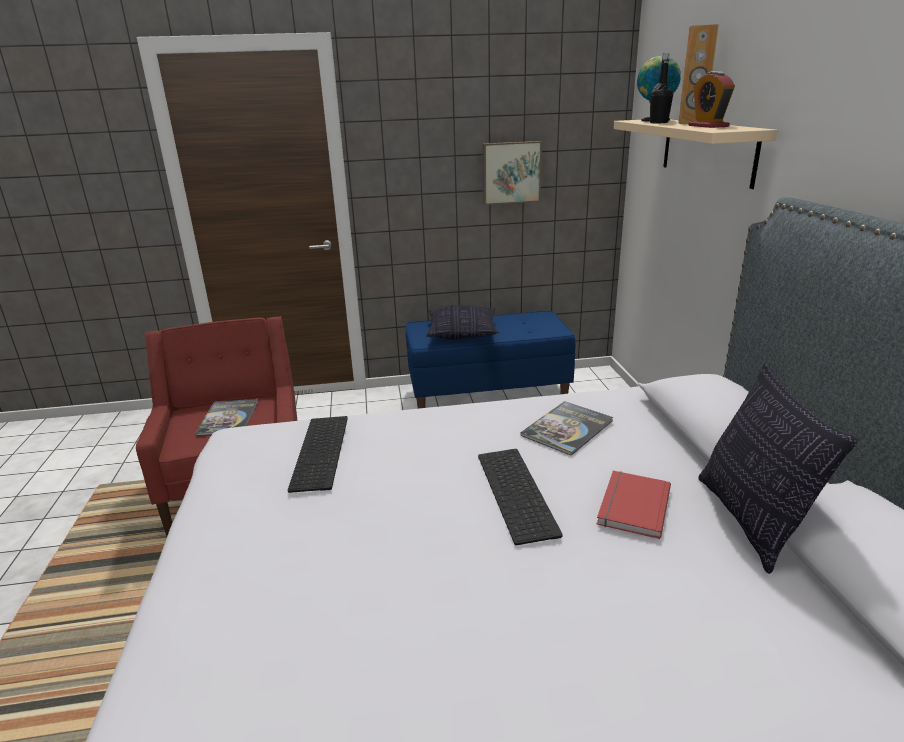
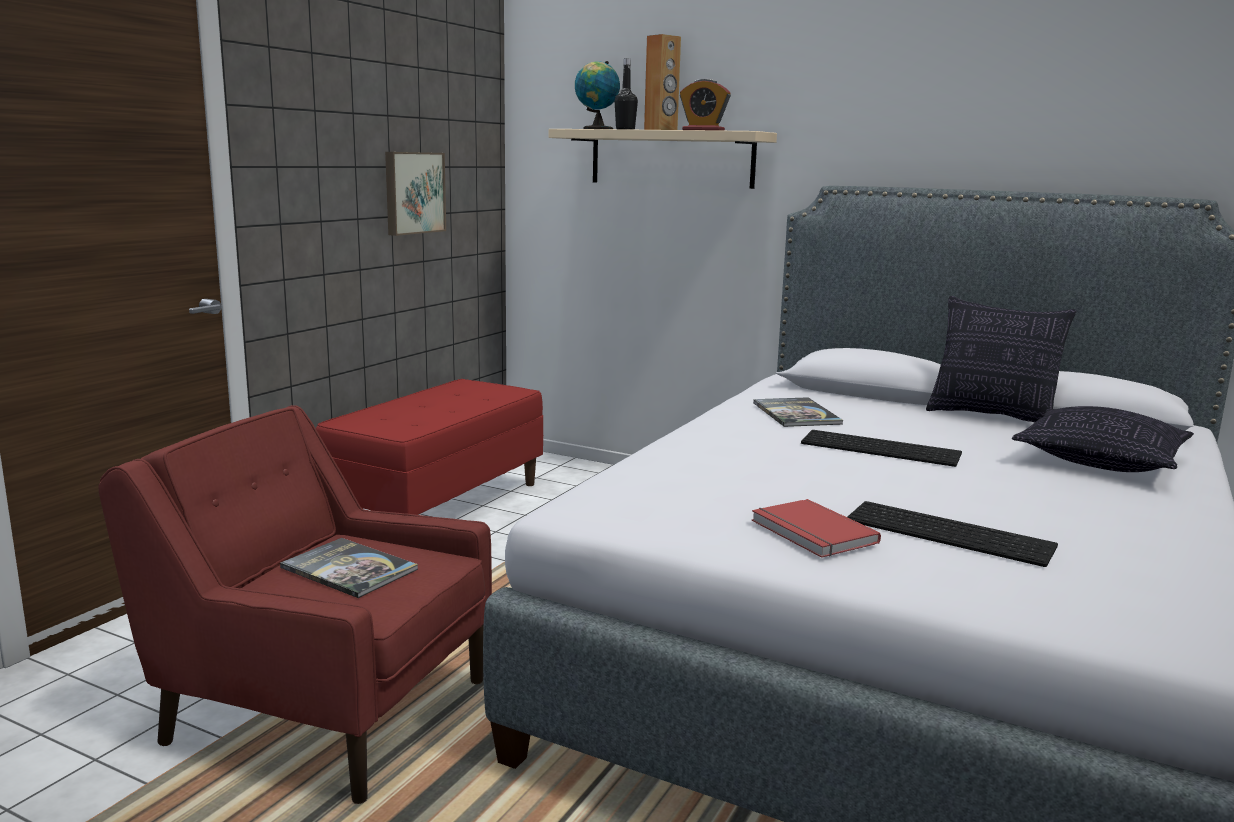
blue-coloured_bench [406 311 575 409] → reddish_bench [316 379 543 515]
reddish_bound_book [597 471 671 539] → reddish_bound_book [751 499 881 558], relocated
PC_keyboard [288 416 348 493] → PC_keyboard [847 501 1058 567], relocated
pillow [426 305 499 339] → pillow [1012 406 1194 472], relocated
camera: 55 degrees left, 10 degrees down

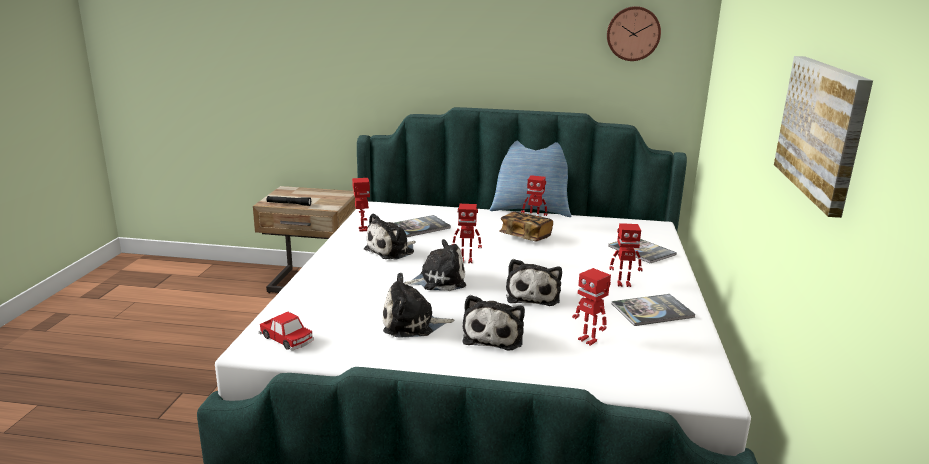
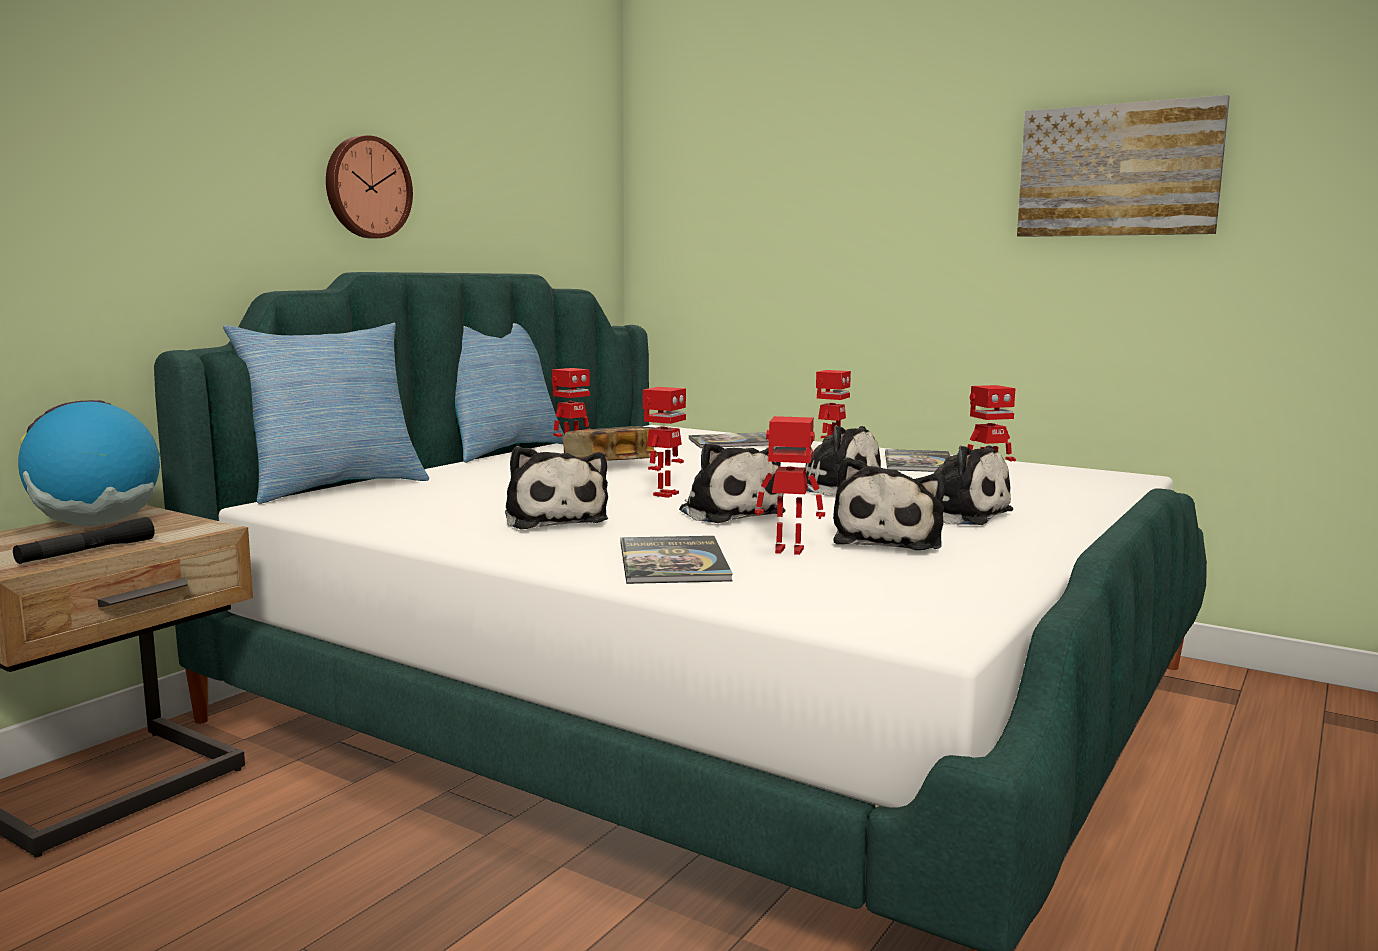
- → globe [18 400 160 526]
- → pillow [223 323 429 504]
wall_clock [607 6 661 61] → wall_clock [326 135 413 238], relocated
bound_book [394 215 451 237] → bound_book [621 536 733 584], relocated
soft_toy [404 239 466 291] → soft_toy [679 443 786 523], 135 degrees clockwise
robot_figure [352 178 370 231] → robot_figure [755 416 825 555], relocated
toy_car [259 311 314 351] → -
camera: 65 degrees left, 10 degrees down

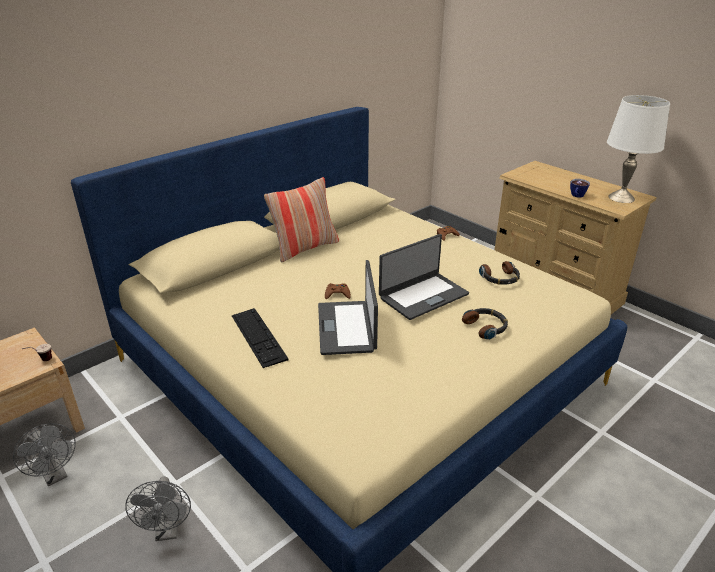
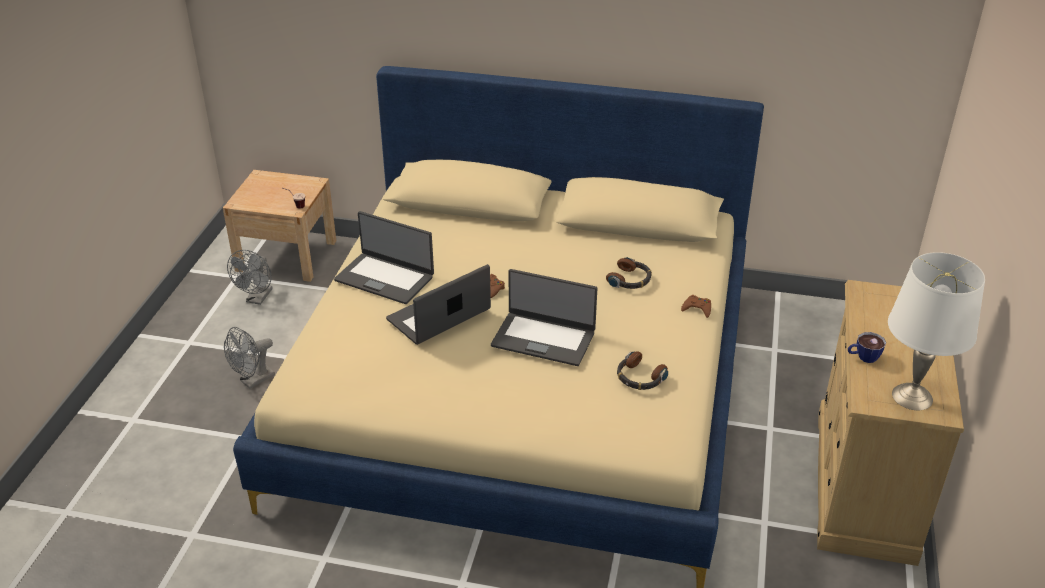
PC_keyboard [232 308 289 368] → notebook_computer [334 211 434 304]
pair_of_headphones [462 308 508 340] → pair_of_headphones [606 257 652 289], relocated
pillow [264 177 339 262] → -
camera: 55 degrees right, 5 degrees up

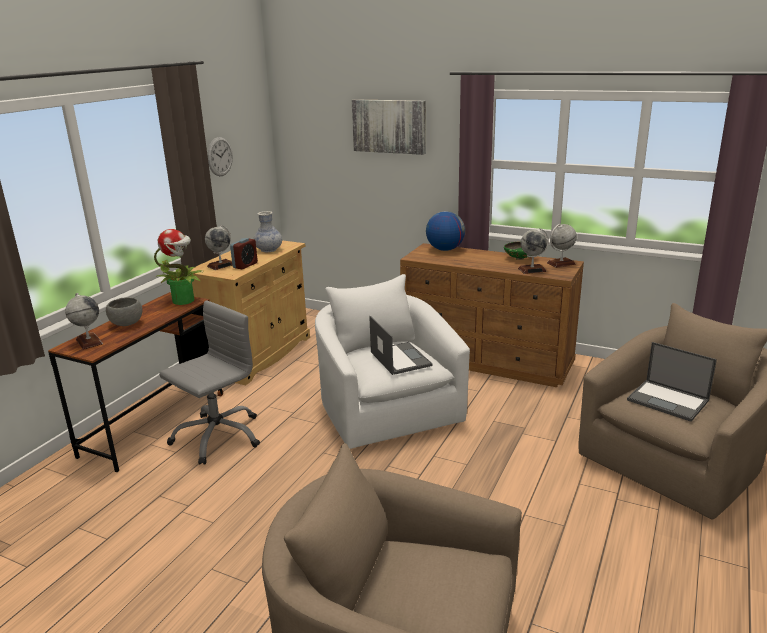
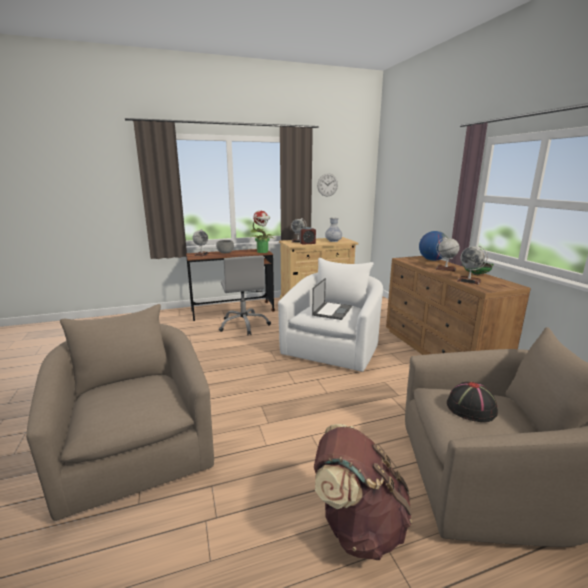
greyish_desk_chair [159 300 260 465] → greyish_desk_chair [219 256 271 335], 75 degrees clockwise
- → brown_rucksack [314 424 412 560]
globe [547 224 577 268] → globe [436 237 460 272], relocated
notebook_computer [627 342 717 422] → black-coloured_clothing_hat [447 382 498 422]
picture [352 99 426 155] → -
camera: 45 degrees right, 5 degrees down

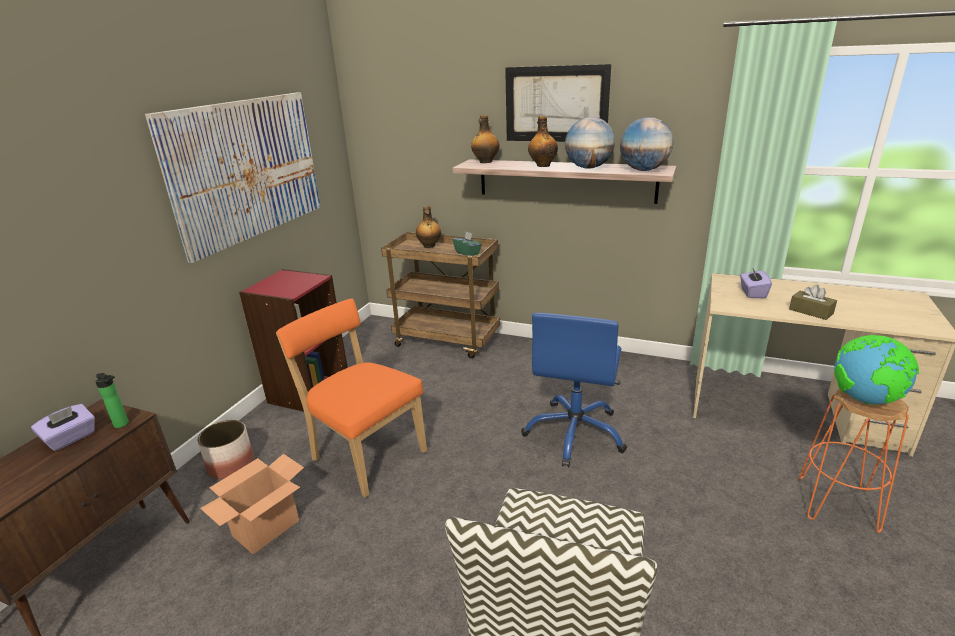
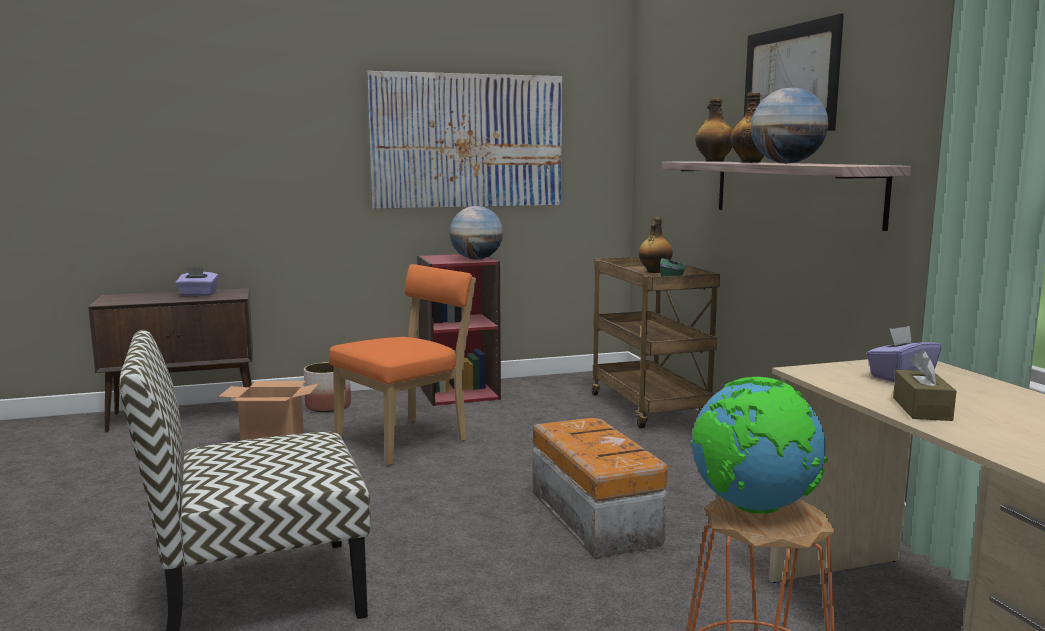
orange-coloured_upright_chair [276 299 427 497] → orange-coloured_upright_chair [329 264 476 465], 45 degrees clockwise
globe [620 117 673 171] → globe [450 206 503 259], relocated
blue-coloured_desk_chair [521 313 627 467] → storage_box [533 418 668 559]
drink_bottle [95 373 129 428] → -
camera: 50 degrees right, 15 degrees down

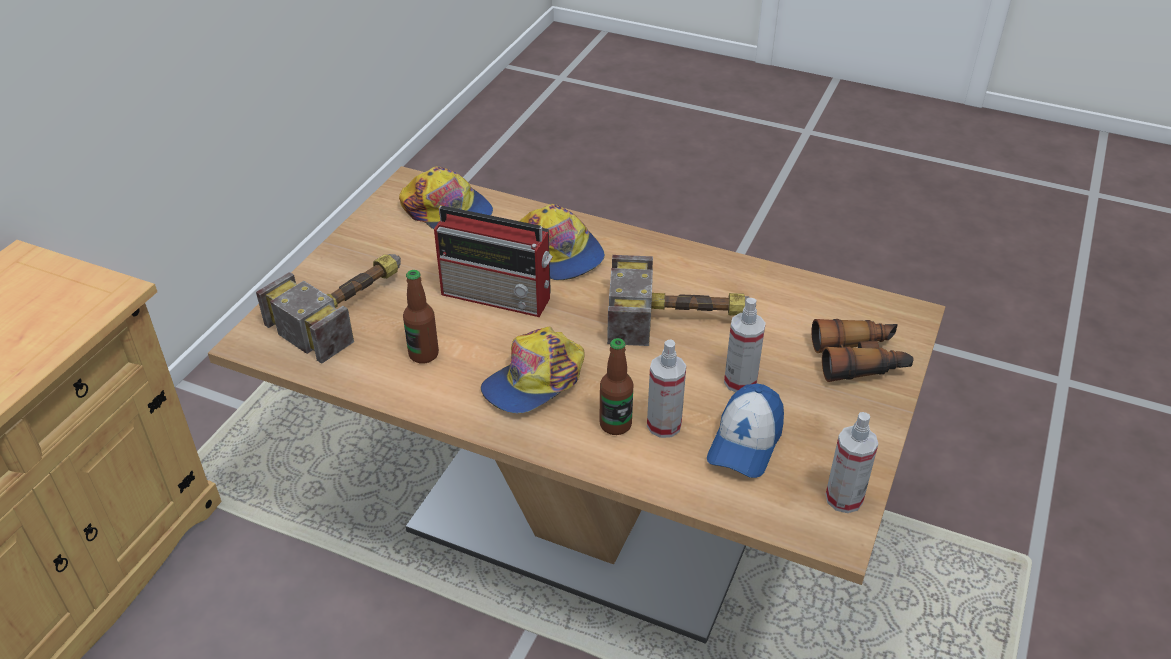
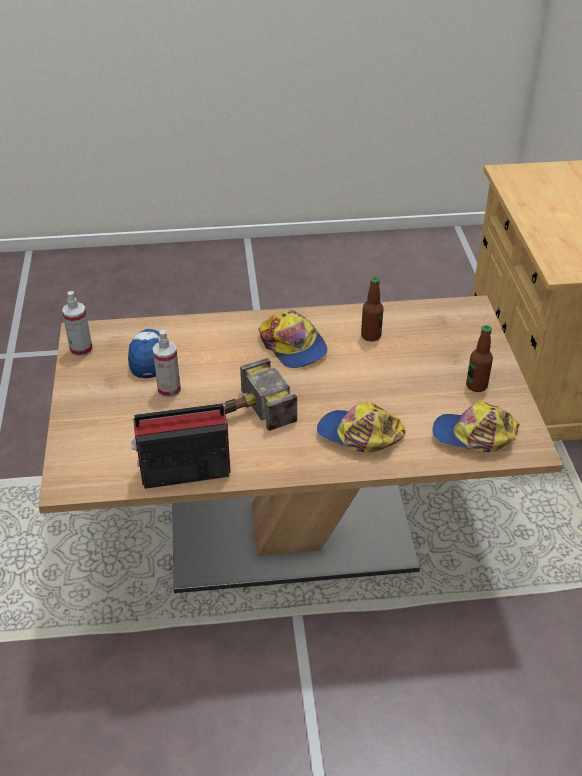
radio [434 206 553 317] → radio [131 403 231 489], relocated
cap [481 327 584 413] → cap [259 309 328 368], 135 degrees clockwise
drink_bottle [599 338 634 435] → drink_bottle [466 325 493 392], relocated
hammer [256 254 401 364] → -
sprayer [647 339 686 438] → -
field_glasses [812 319 914 382] → -
camera: 150 degrees right, 0 degrees up

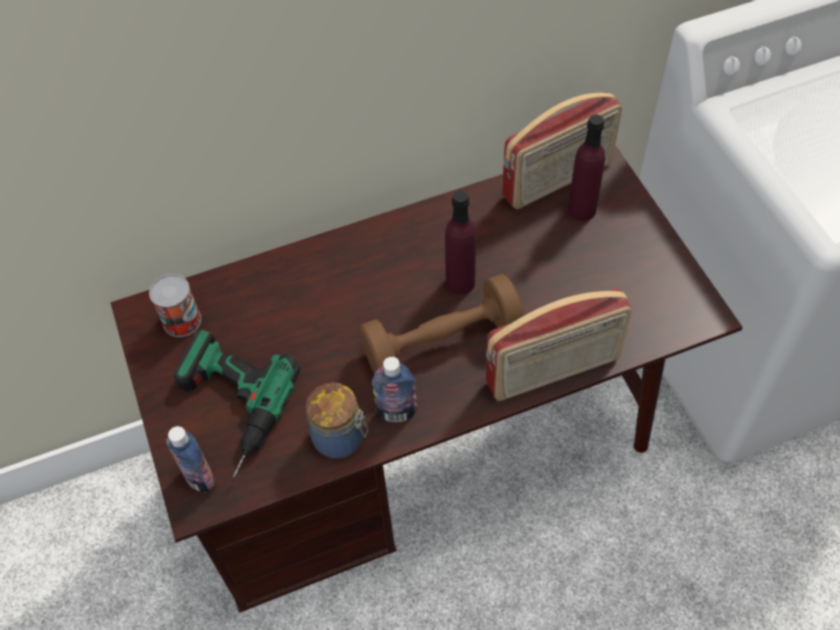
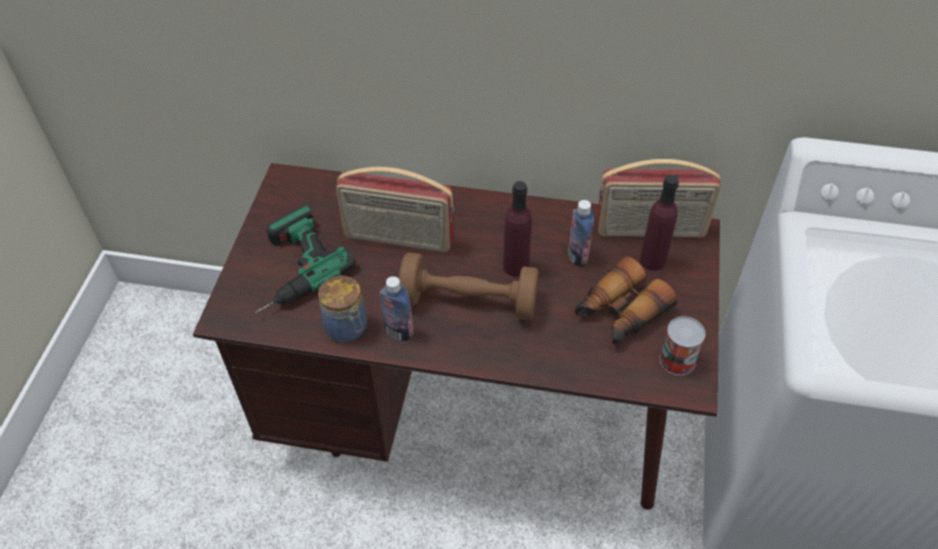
radio [486 288 632 401] → radio [336 167 454 252], relocated
drink_bottle [166 426 216 492] → drink_bottle [568 200 594 267], relocated
- → field_glasses [575 256 677 344]
sealed_can [149 274 201 337] → sealed_can [659 316 705 375], relocated
camera: 30 degrees right, 5 degrees down

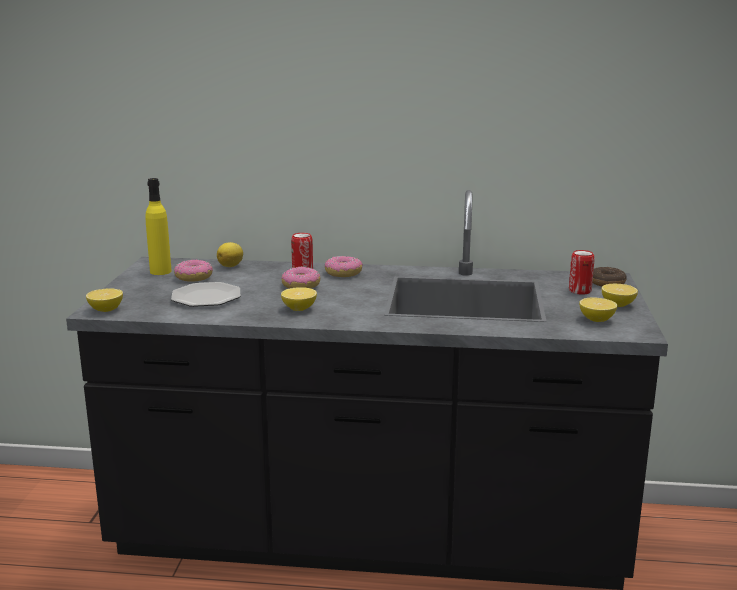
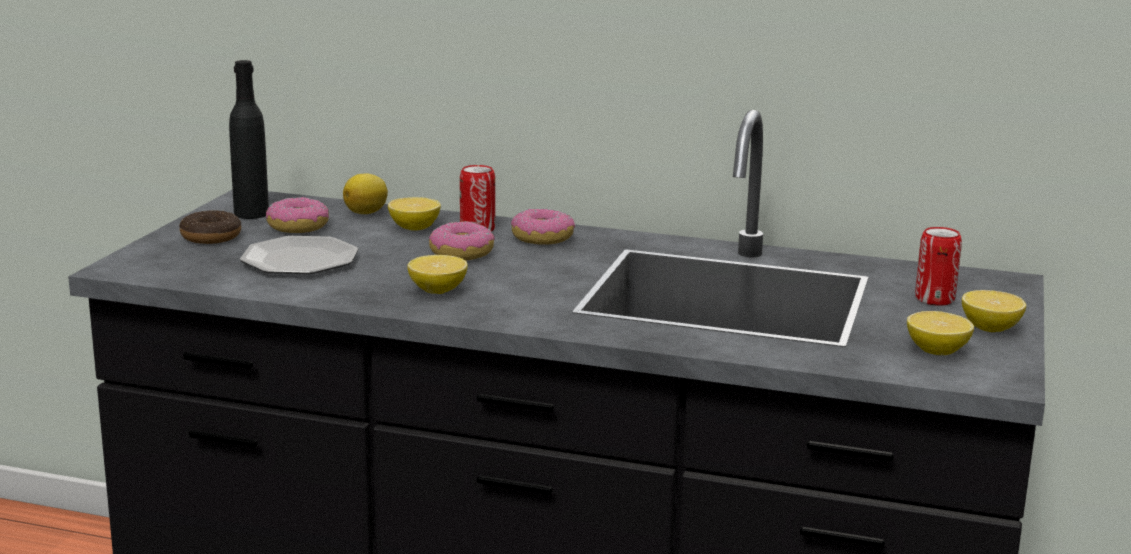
donut [592 267 627 286] → donut [179 210 241 244], relocated
yellowish_drink_bottle [145 178 172 275] → black-coloured_drink_bottle [229 60 269 219]
citrus_fruit [86 288 123 312] → citrus_fruit [388 197 441 231], relocated
camera: 10 degrees right, 0 degrees up

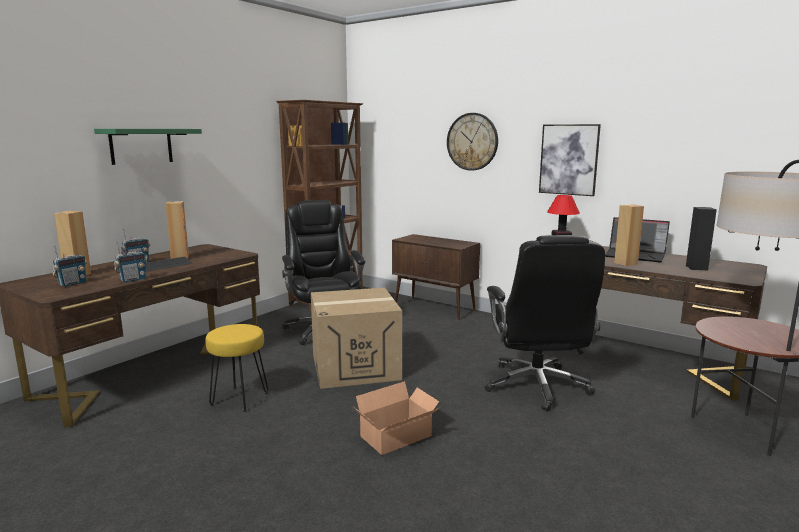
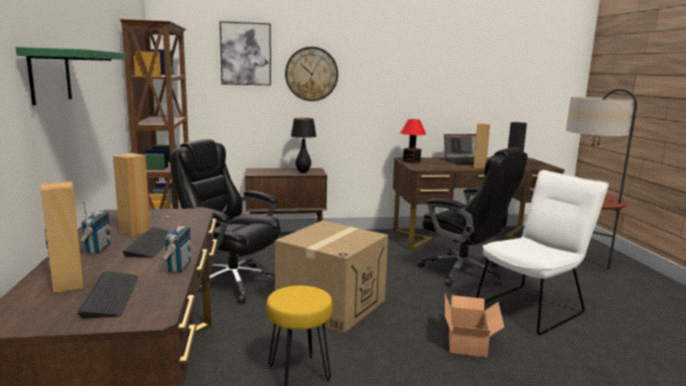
radio [52 245 87 287] → PC_keyboard [77 271 139 319]
picture [539 124 601 196] → picture [220 21 271 85], relocated
- → black-coloured_table_lamp [291 118 316 173]
- → white-coloured_upright_chair [476 170 609 335]
camera: 45 degrees left, 0 degrees up

